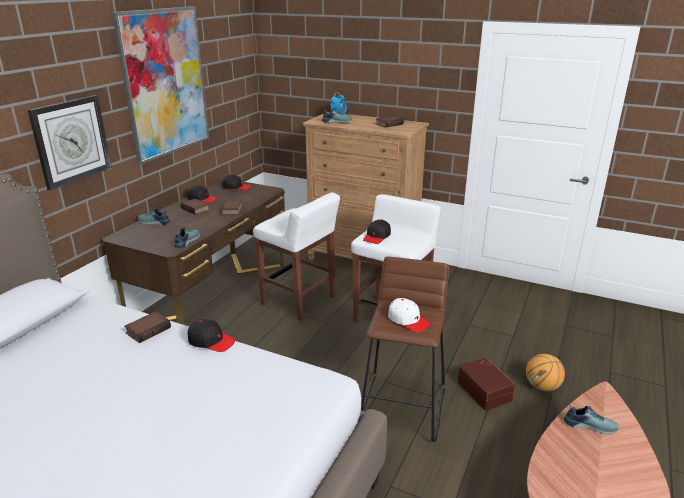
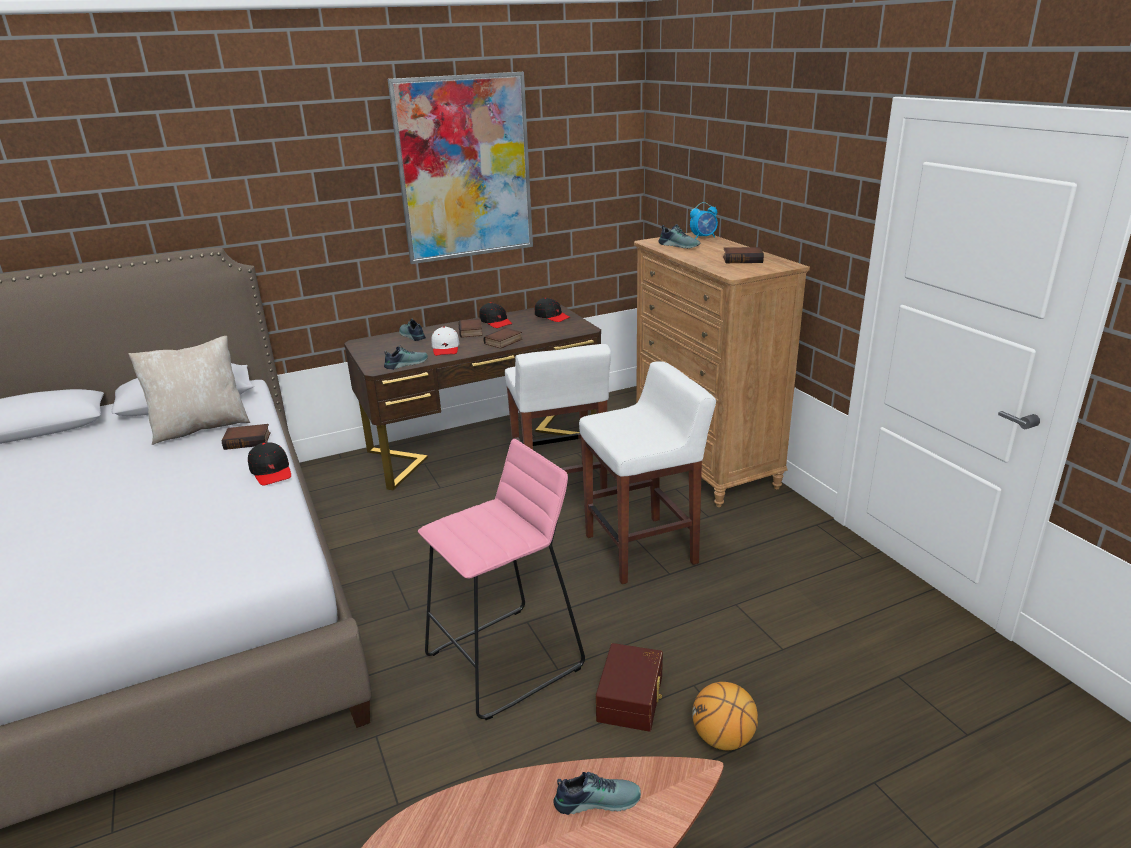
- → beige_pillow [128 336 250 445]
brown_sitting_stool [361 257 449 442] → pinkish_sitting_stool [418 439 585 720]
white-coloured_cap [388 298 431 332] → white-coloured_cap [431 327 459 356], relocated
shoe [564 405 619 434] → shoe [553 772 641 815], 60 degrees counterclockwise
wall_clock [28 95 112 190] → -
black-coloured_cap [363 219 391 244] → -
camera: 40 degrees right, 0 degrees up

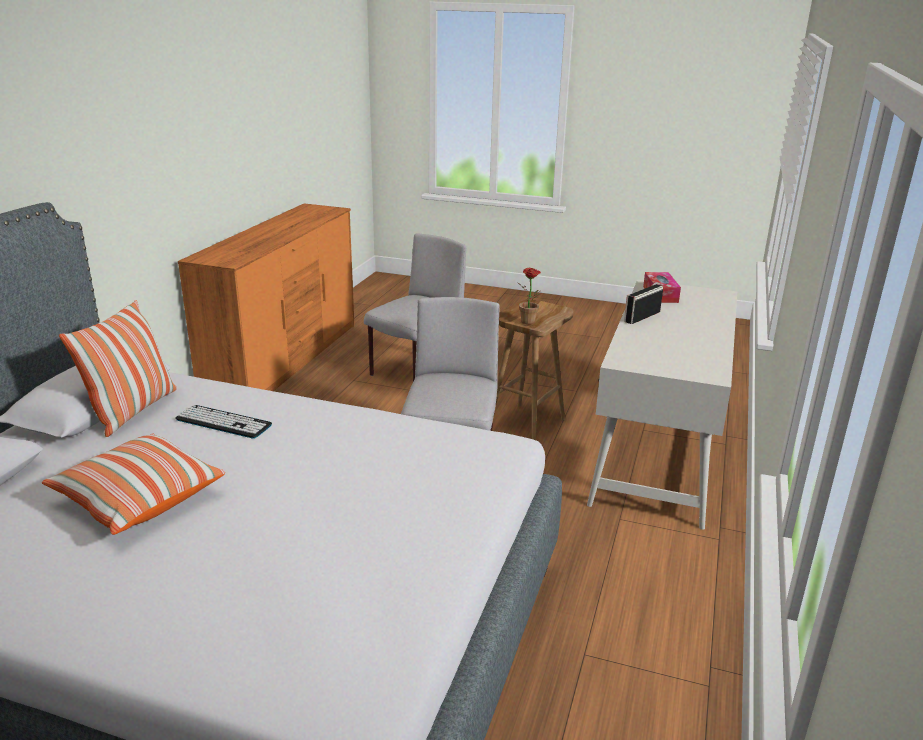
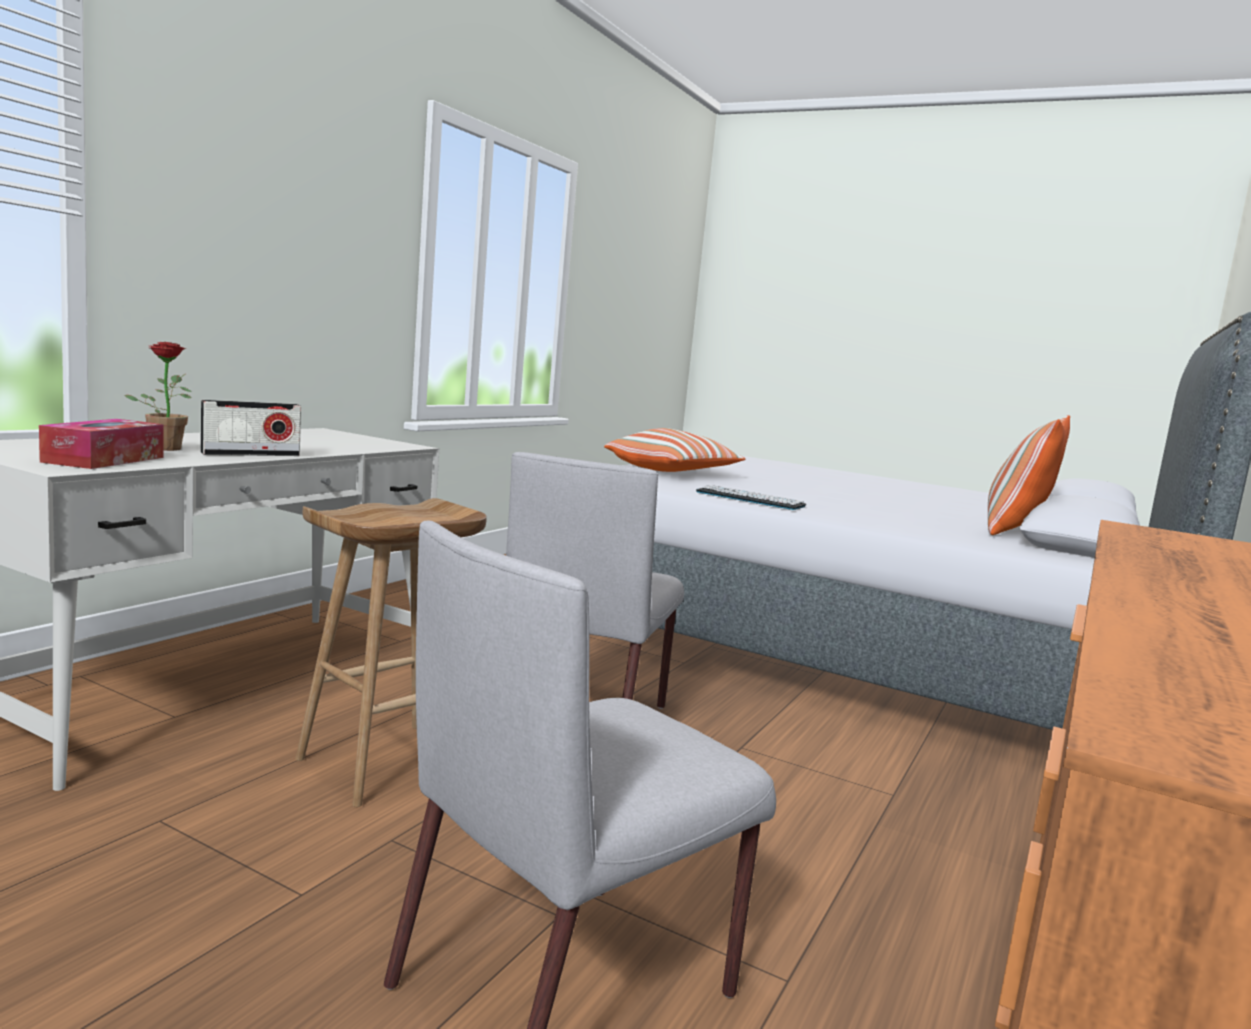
plant_in_a_pot [518 268 541 324] → plant_in_a_pot [124 342 192 451], relocated
pillow [42 433 225 535] → pillow [604 428 745 472], relocated
PC_keyboard [175 405 272 439] → PC_keyboard [696 485 806 510], relocated
camera: 170 degrees left, 15 degrees down

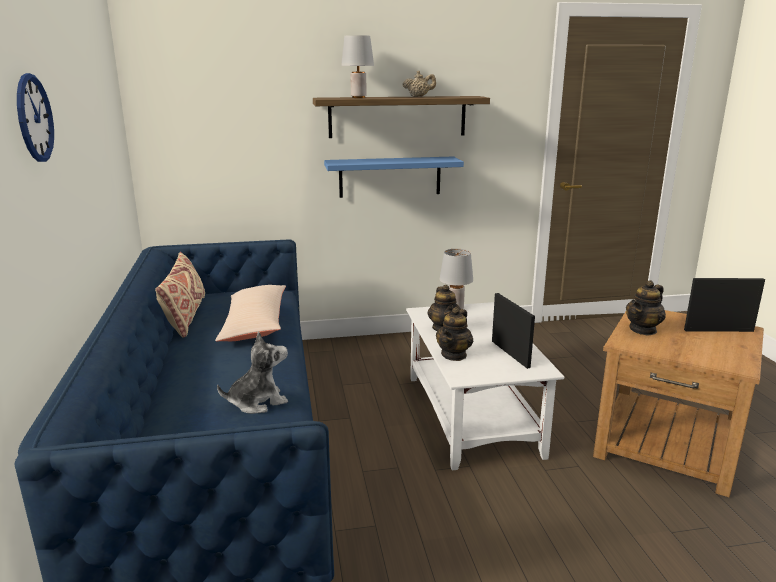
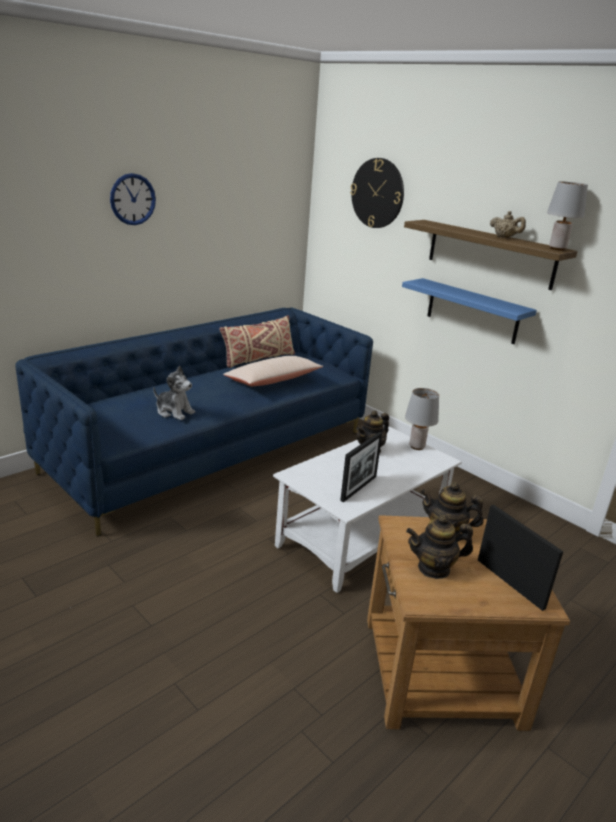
- → wall_clock [350 158 404 228]
tea_pot [436 307 473 361] → tea_pot [406 515 473 579], relocated
greyish_table_lamp [341 35 374 98] → greyish_table_lamp [547 181 588 251], relocated
camera: 55 degrees right, 5 degrees up

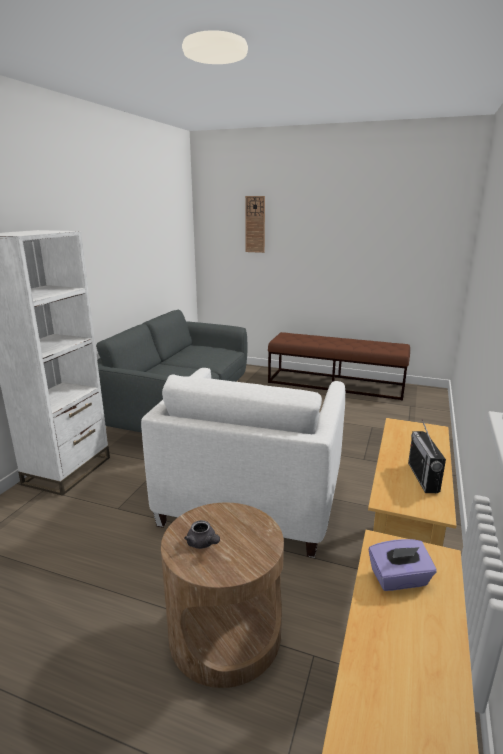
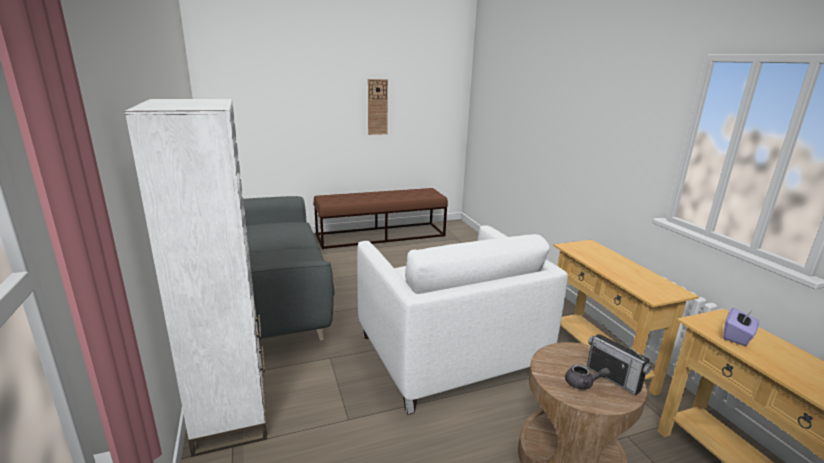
wall_clock [245 196 265 253] → wall_clock [368 79 388 135], relocated
radio [408 419 446 493] → radio [587 325 652 396], relocated
camera: 40 degrees left, 0 degrees up

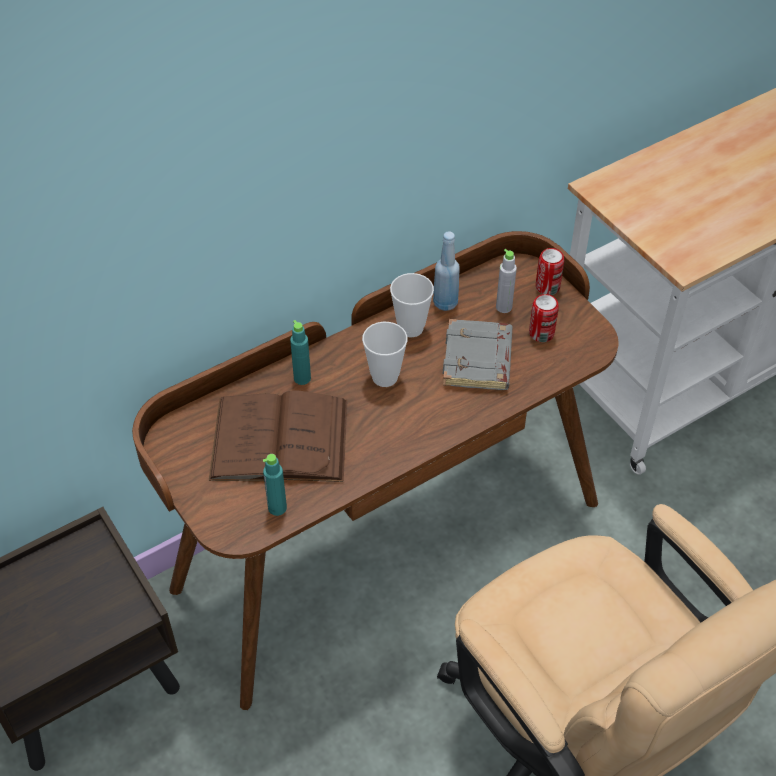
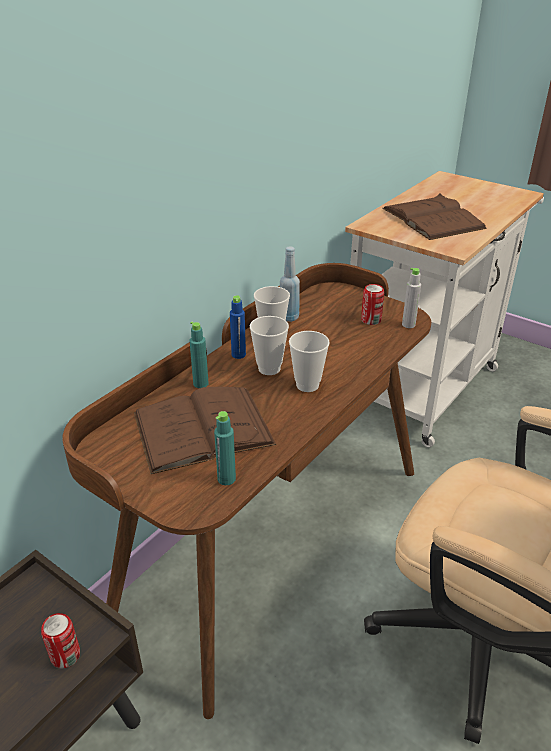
sealed_can [536 248 564 295] → sealed_can [41 613 80 668], relocated
- → blue-coloured_drink_bottle [230 295 246 359]
- → cup [289 331 330 392]
- → brown_bound_book [382 194 487 240]
greyish_drink_bottle [496 249 517 313] → greyish_drink_bottle [402 268 421 328], relocated
greyish_bound_book [442 319 512 390] → -
camera: 20 degrees left, 15 degrees down

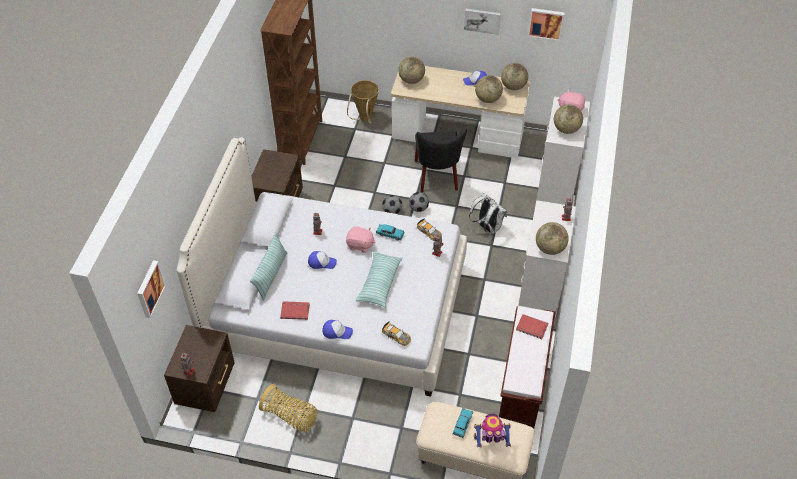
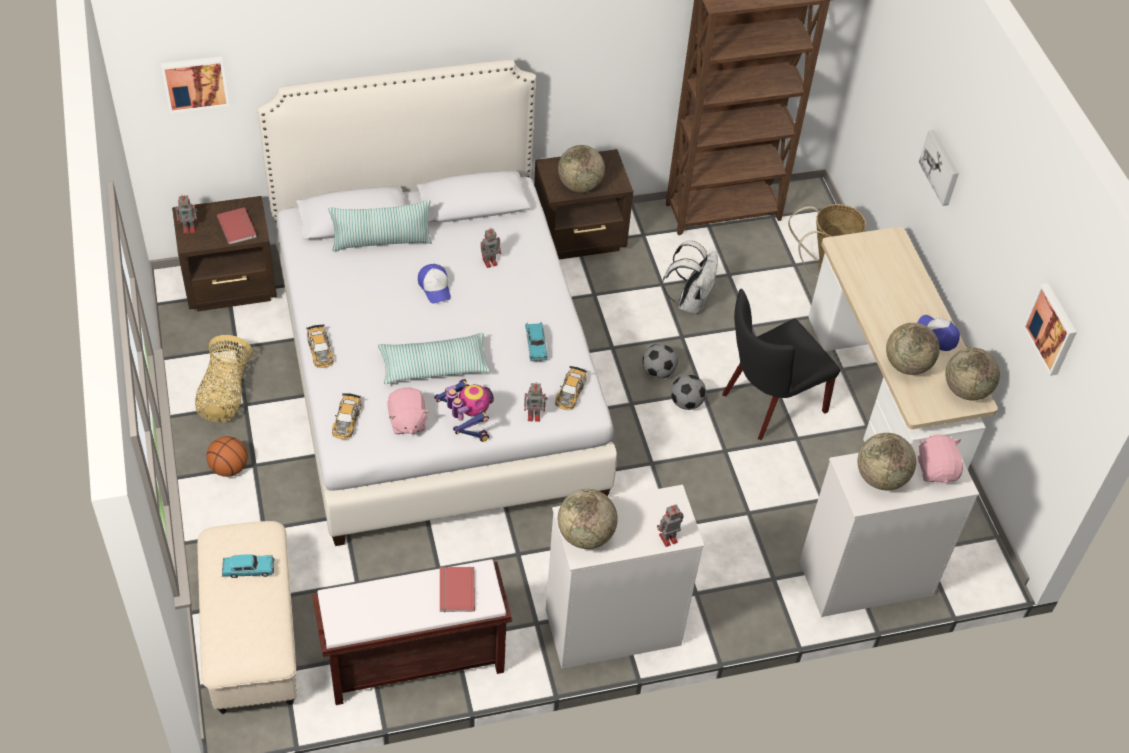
- → ball_for_basketball [206 436 248 477]
reddish_bound_book [280 301 310 320] → reddish_bound_book [217 207 257 245], relocated
cap [322 320 353 339] → toy_car [307 325 334 368]
pinkish_soft_toy [346 226 376 253] → pinkish_soft_toy [387 388 429 434], relocated
robot_figure [474 414 511 447] → robot_figure [434 379 494 442], relocated
globe [398 57 425 84] → globe [558 145 605 192], relocated
white-coloured_rucksack [469 193 507 234] → white-coloured_rucksack [662 240 718 314], relocated
picture [464 9 501 35] → picture [919 130 959 206], relocated
camera: 60 degrees right, 0 degrees up

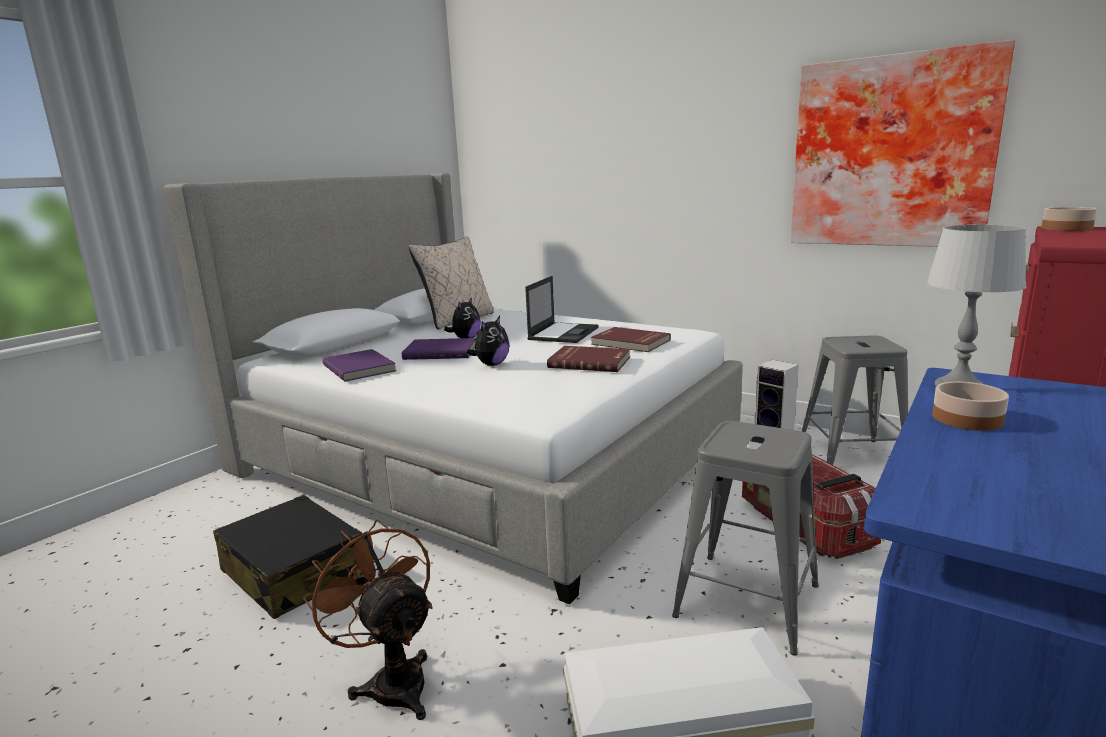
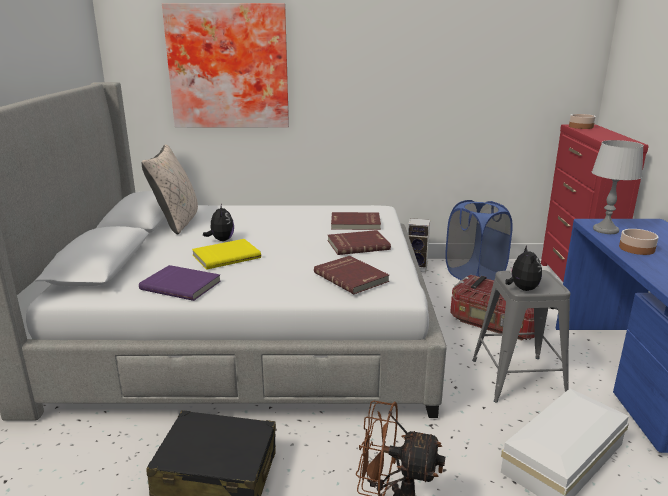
picture [790 40 1015 247] → picture [162 3 289 128], relocated
purplish_bound_book [402 338 476 360] → yellowish_bound_book [192 239 261 270]
- → reddish_bound_book [314 256 389 294]
greyish_sitting_stool [802 336 908 465] → blue-coloured_laundry_basket [445 200 513 280]
soft_toy [467 316 509 366] → soft_toy [505 245 542 291], relocated
notebook_computer [525 276 599 343] → -
camera: 35 degrees left, 5 degrees up

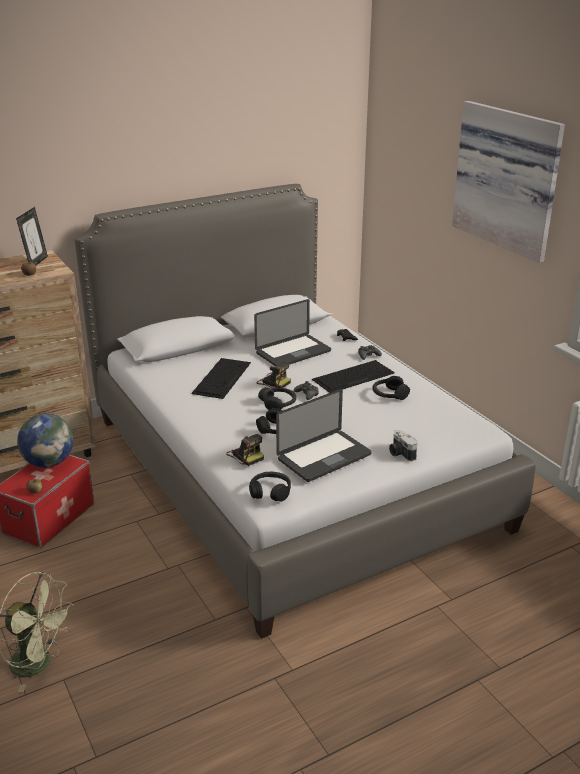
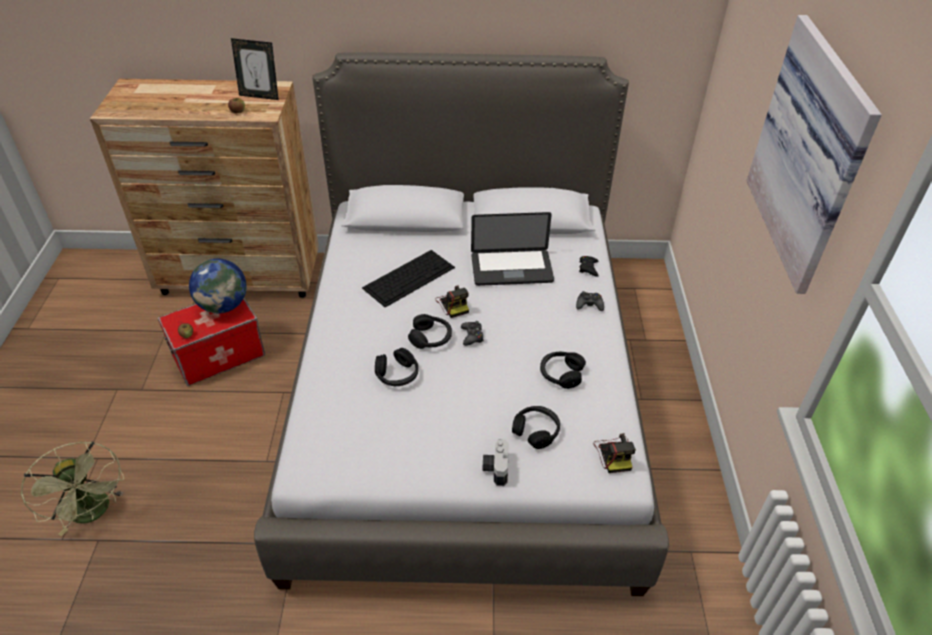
standing_frame [16 207 48 265] → standing_frame [231 38 279 100], 60 degrees clockwise
black-coloured_pair_of_headphones [249 472 291 502] → black-coloured_pair_of_headphones [512 406 560 449], relocated
still_camera [226 434 264 466] → still_camera [594 433 636 473], relocated
notebook_computer [276 389 372 482] → -
PC_keyboard [312 360 395 393] → -
camera: 30 degrees right, 15 degrees up

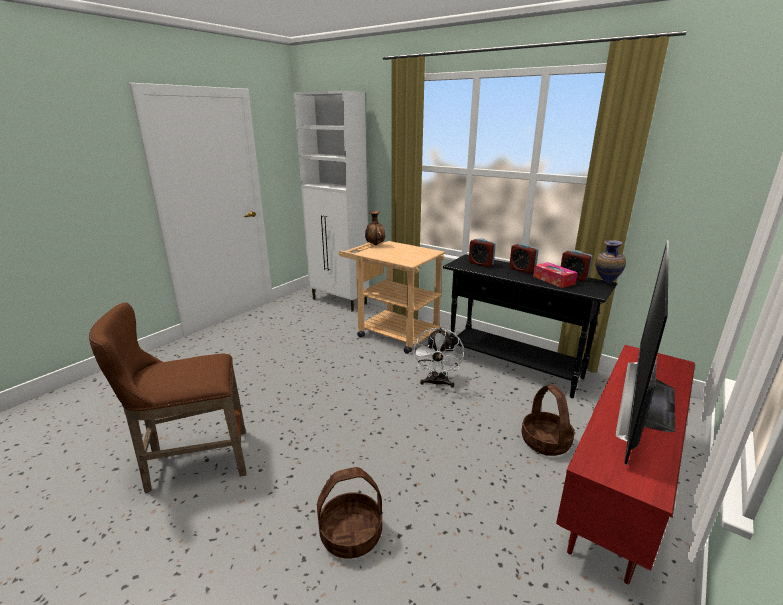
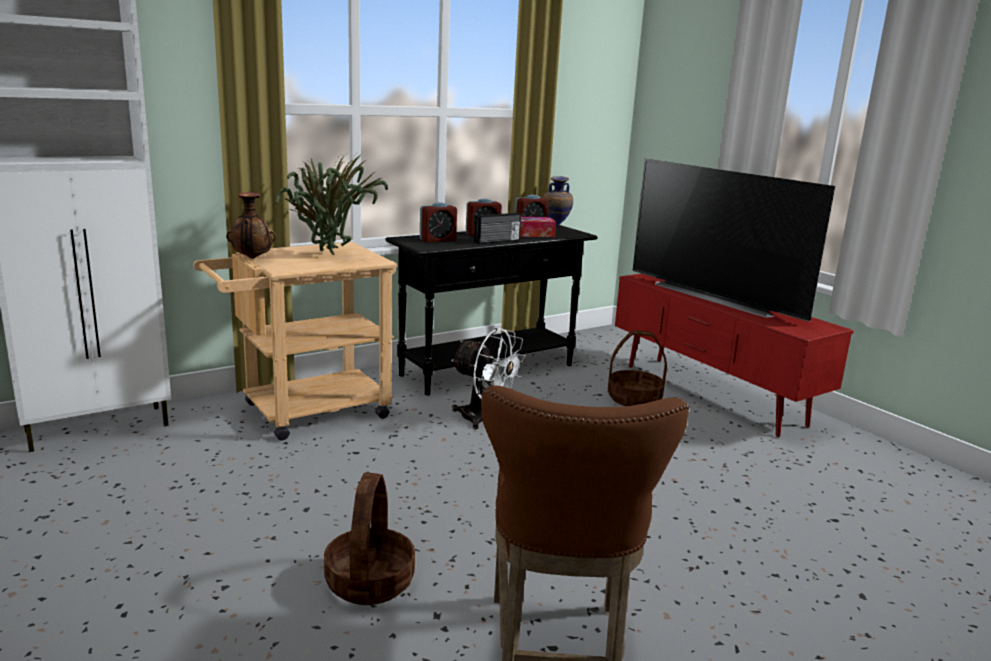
- → plant_in_a_pot [276 154 388 255]
household_basket [317 467 382 559] → household_basket [324 473 415 605], relocated
- → radio [474 213 521 244]
camera: 70 degrees left, 5 degrees down

